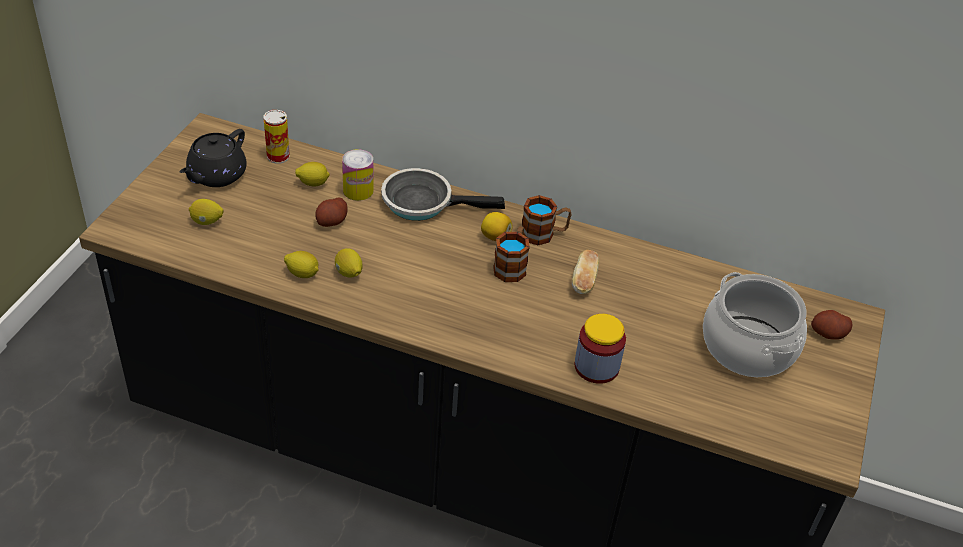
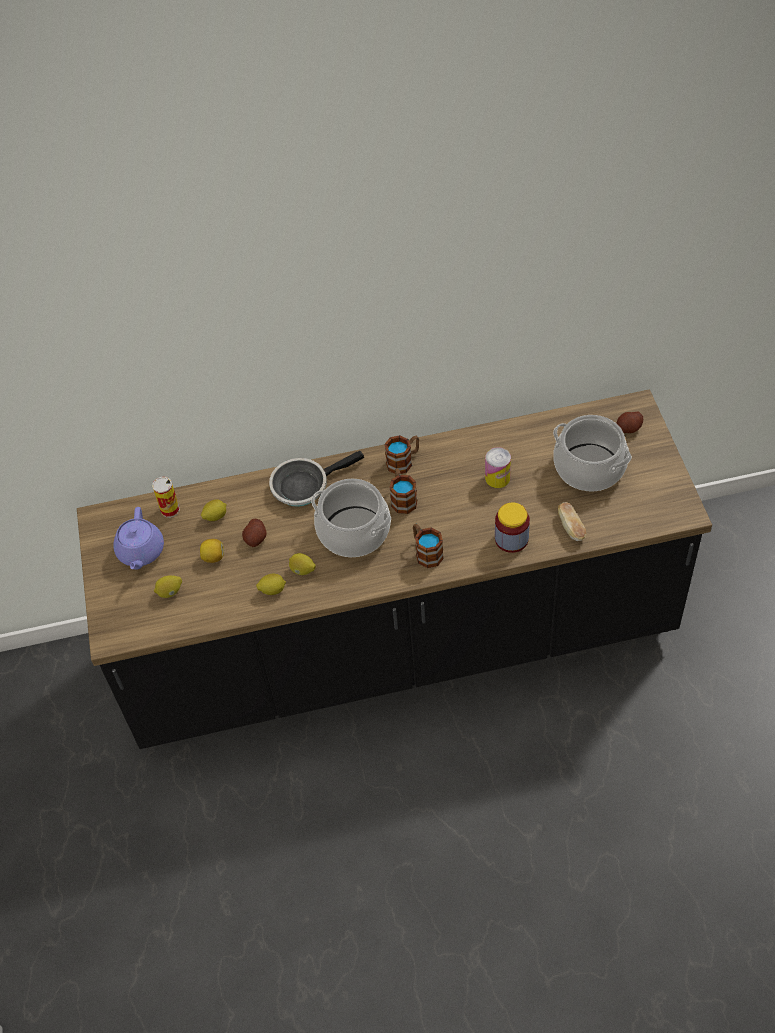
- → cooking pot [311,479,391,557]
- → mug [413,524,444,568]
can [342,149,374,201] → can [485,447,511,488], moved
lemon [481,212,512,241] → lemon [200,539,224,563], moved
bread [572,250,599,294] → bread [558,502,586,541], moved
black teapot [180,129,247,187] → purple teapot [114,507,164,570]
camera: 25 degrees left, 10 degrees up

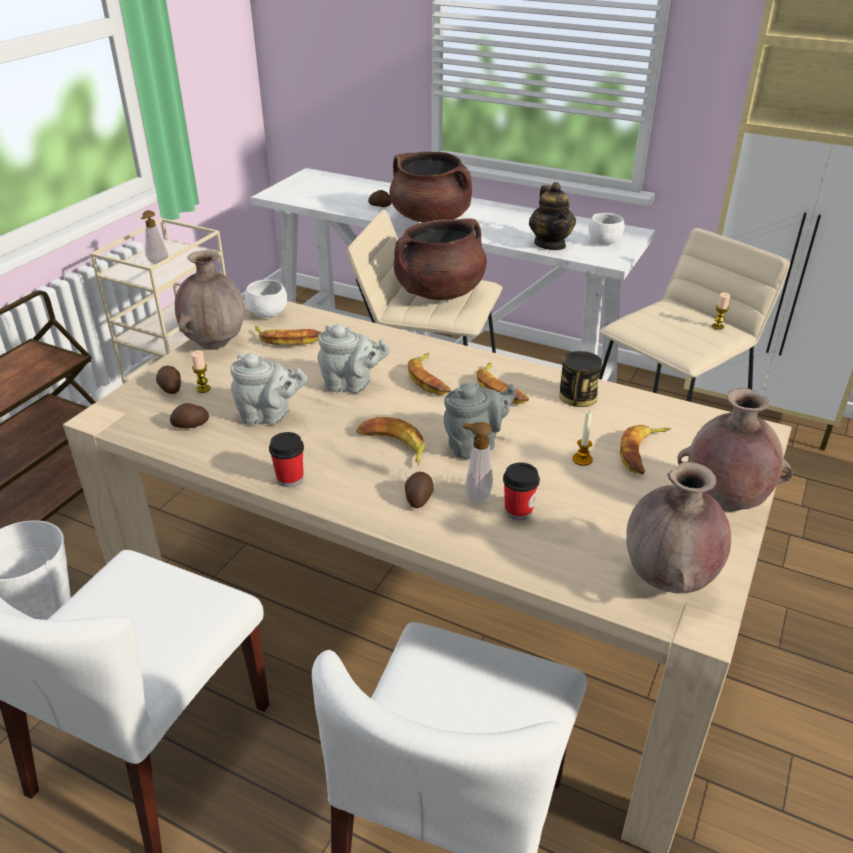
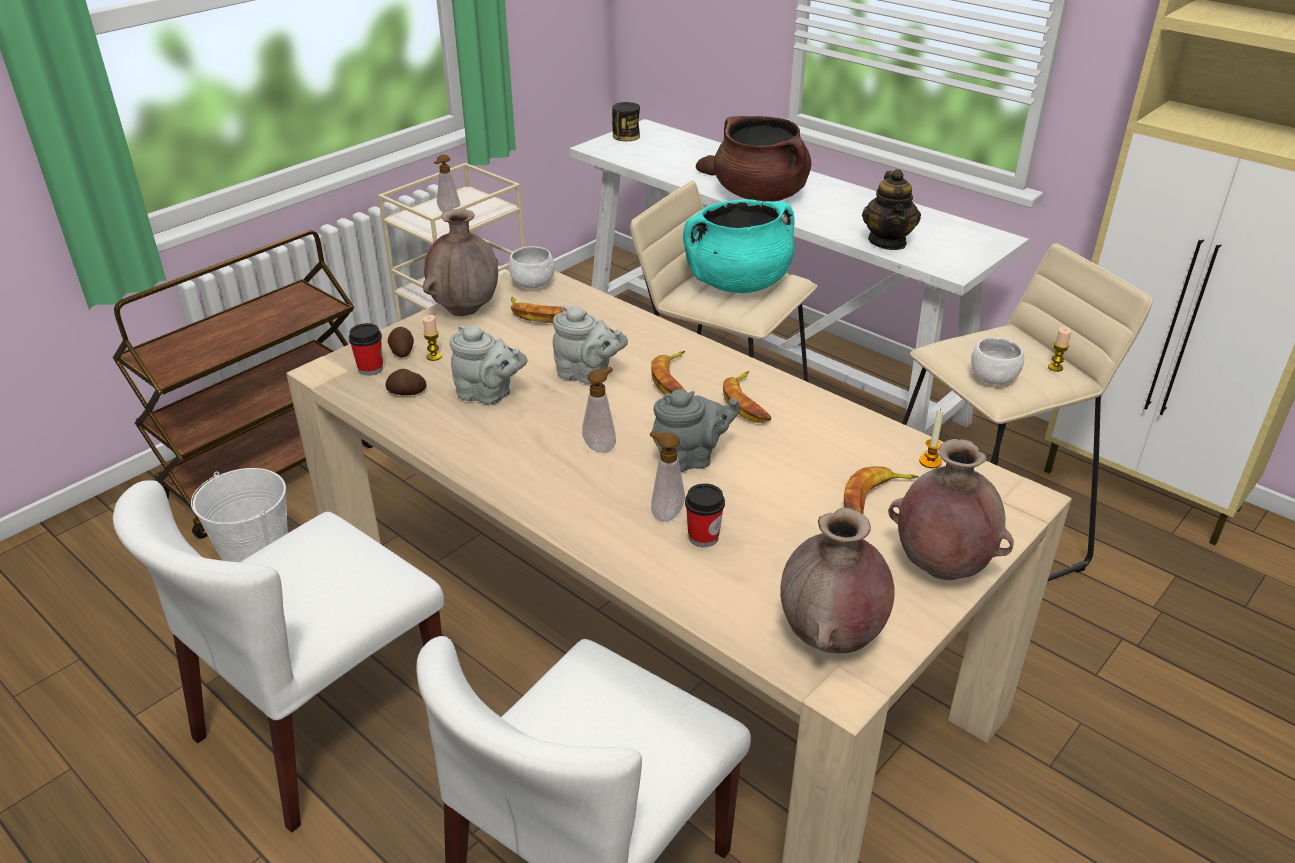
potato [405,472,434,508] → -
cup [269,432,304,487] → cup [349,323,383,376], moved
can [559,351,602,407] → can [612,102,640,141], moved
candle [572,411,593,466] → candle [919,408,943,469], moved
white bowl [588,213,624,245] → white bowl [971,337,1024,385], moved
banana [356,417,425,465] → soap dispenser [582,367,616,453]
brown cooking pot [394,218,487,300] → turquoise cooking pot [683,199,795,293]
camera: 15 degrees right, 0 degrees up

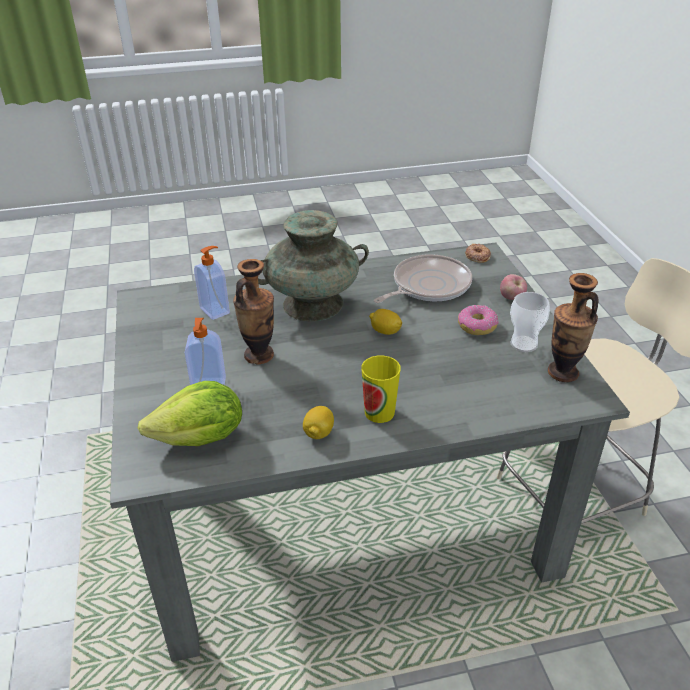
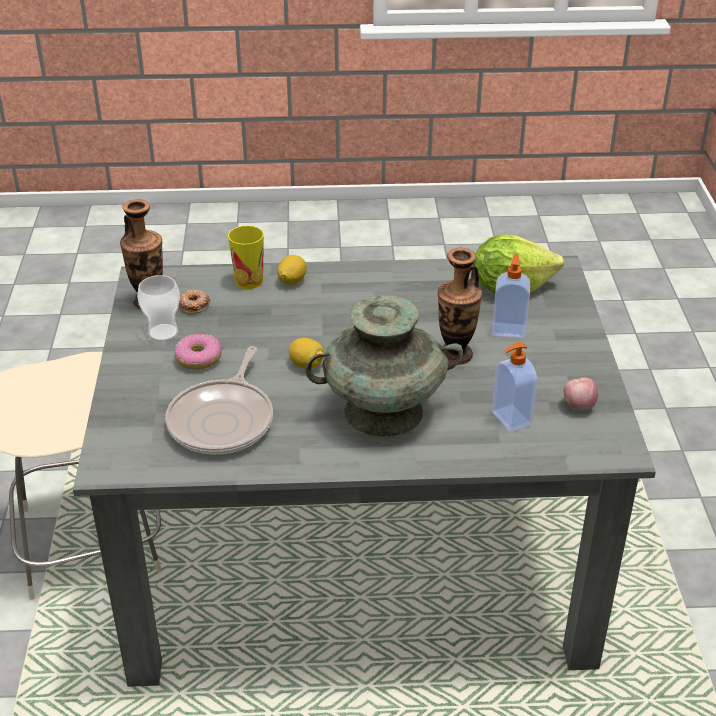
lemon [303,406,334,439] → lemon [277,255,307,285], moved
cup [361,356,401,423] → cup [228,226,264,289], moved
donut [465,244,491,263] → donut [179,289,210,314], moved
apple [500,274,527,300] → apple [564,377,598,410], moved
frying pan [374,254,472,303] → frying pan [165,346,273,454], 45 degrees counterclockwise
camera: 170 degrees left, 0 degrees up

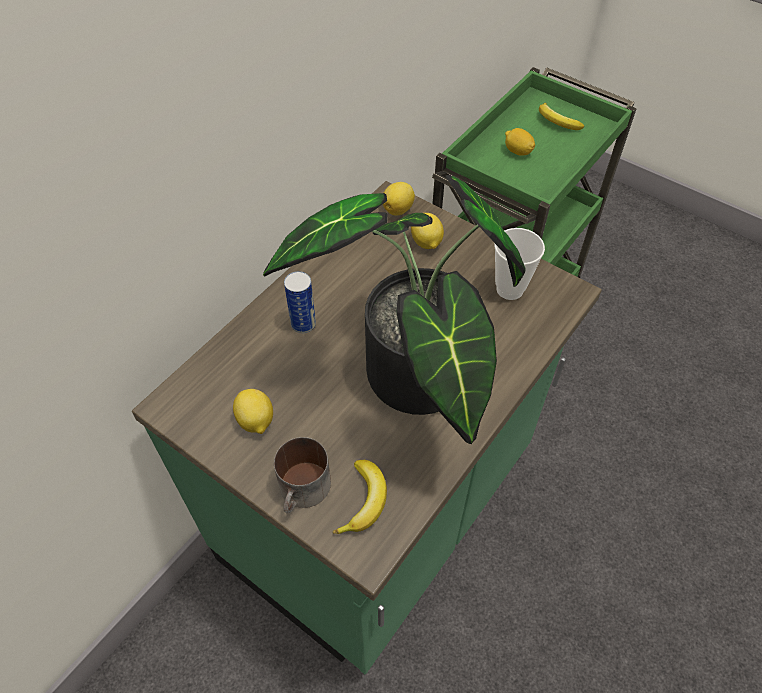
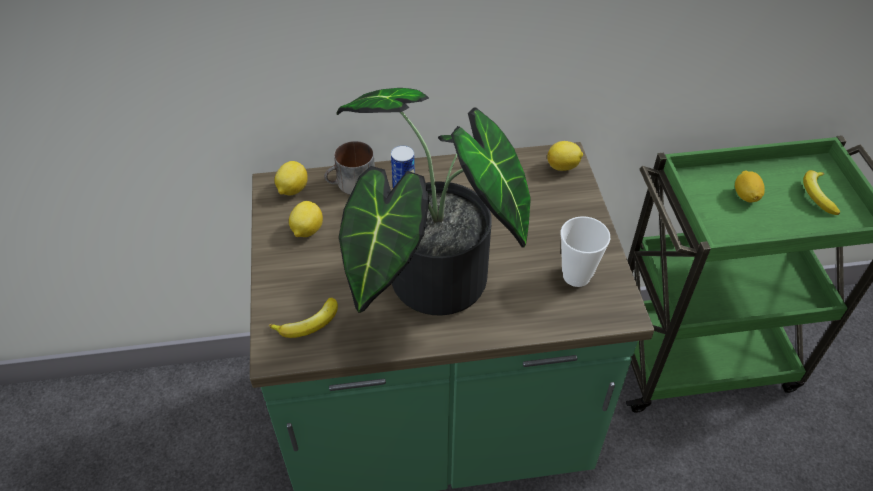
mug [274,437,331,513] → mug [324,141,375,195], moved
lemon [411,213,444,249] → lemon [274,161,308,195], moved
camera: 45 degrees right, 5 degrees down

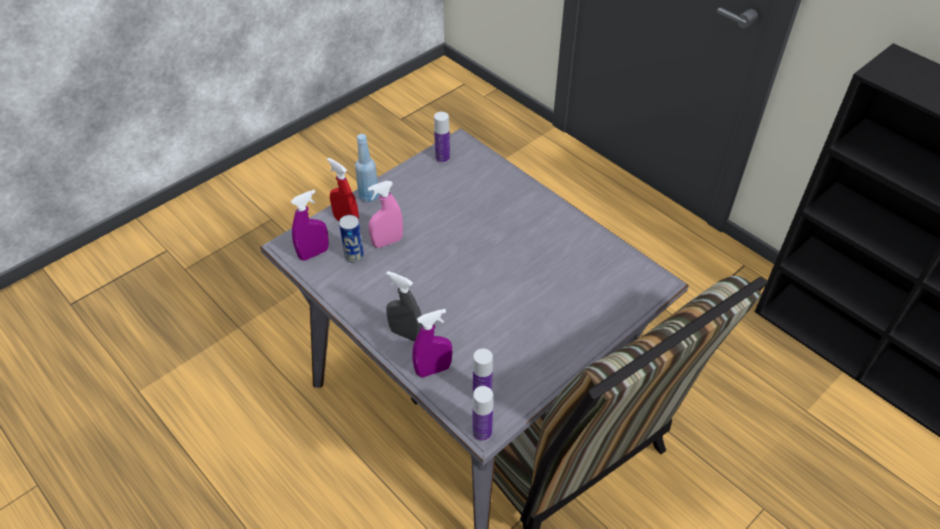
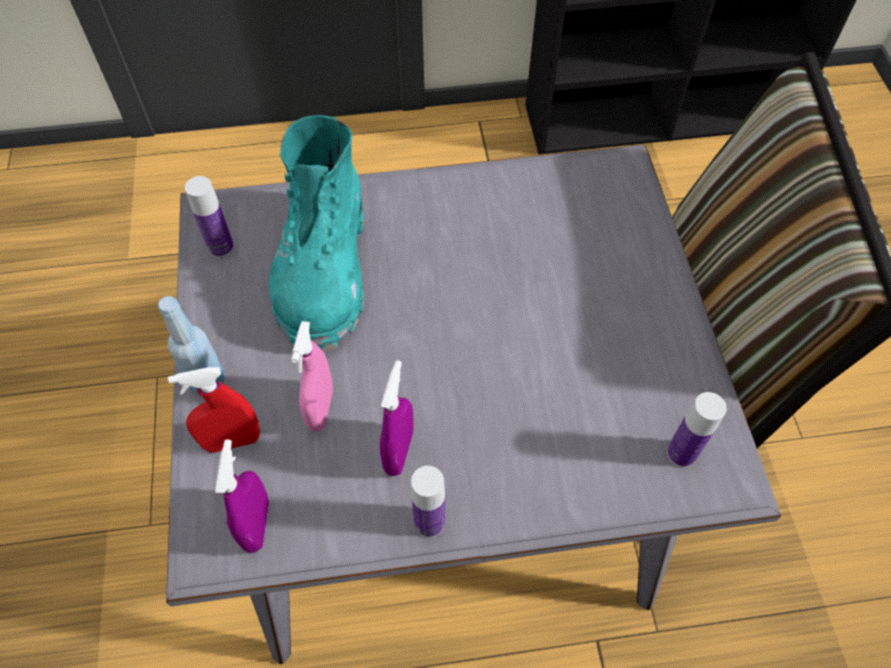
can [339,215,364,263] → -
grey spray bottle [386,271,423,342] → -
- → turquoise boot [269,115,364,351]
purple spray bottle [412,309,452,377] → purple spray bottle [380,360,414,476], moved
bottle [472,386,493,442] → bottle [411,466,445,537], moved
camera: 55 degrees left, 10 degrees up

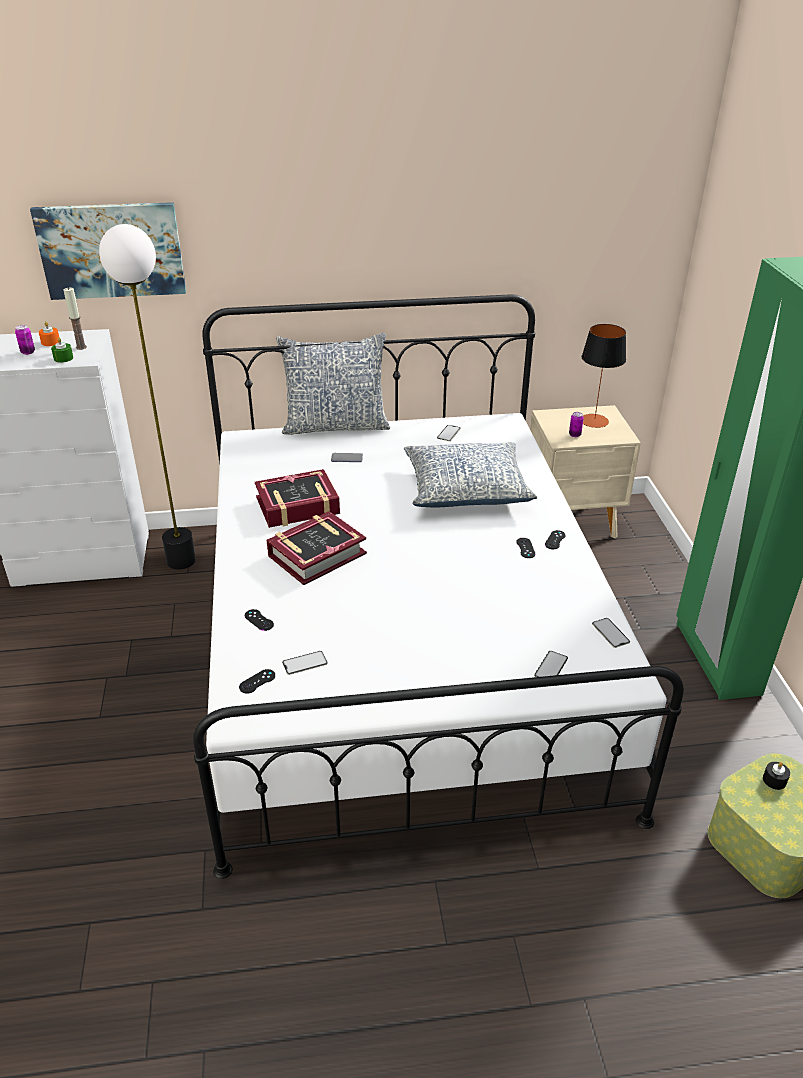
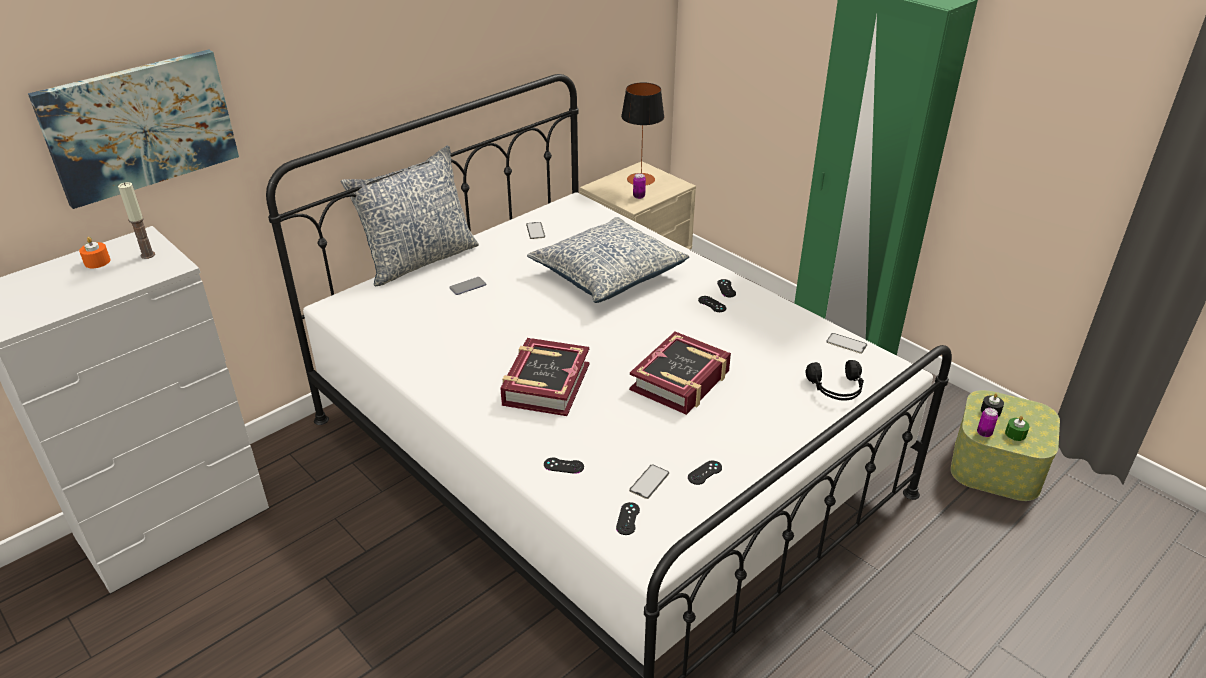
floor lamp [99,224,196,570] → -
- → black game controller [688,460,722,485]
can [15,325,35,355] → can [977,408,998,437], moved
green candle [51,337,73,363] → green candle [1005,416,1030,441], moved
book [255,469,340,528] → book [629,332,731,415], moved
phone [534,651,568,677] → black headphones [806,360,864,401]
camera: 35 degrees left, 0 degrees up

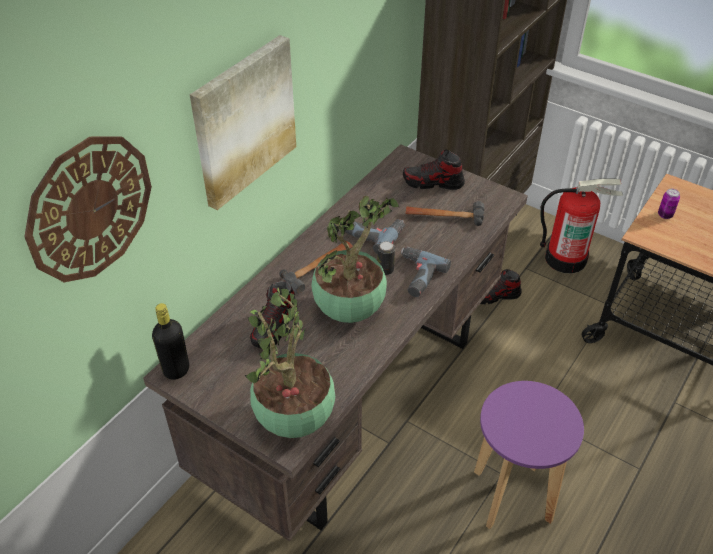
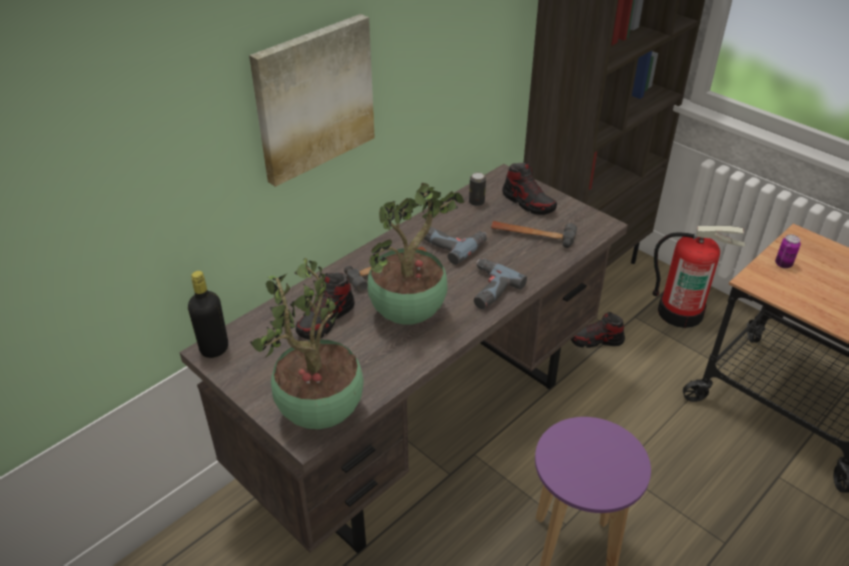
wall clock [24,136,152,282] → -
can [378,241,395,275] → can [469,172,486,206], moved
shoe [403,149,465,190] → shoe [502,162,557,215], 150 degrees counterclockwise
camera: 10 degrees right, 5 degrees down

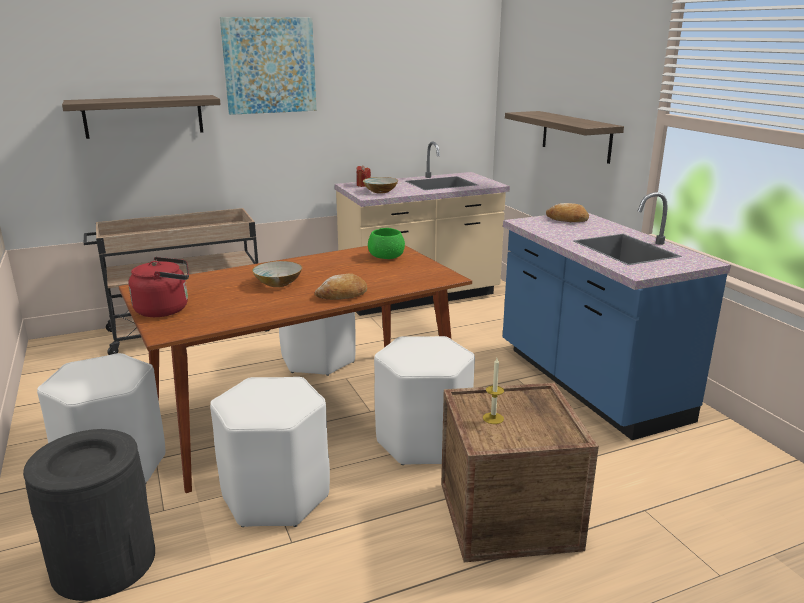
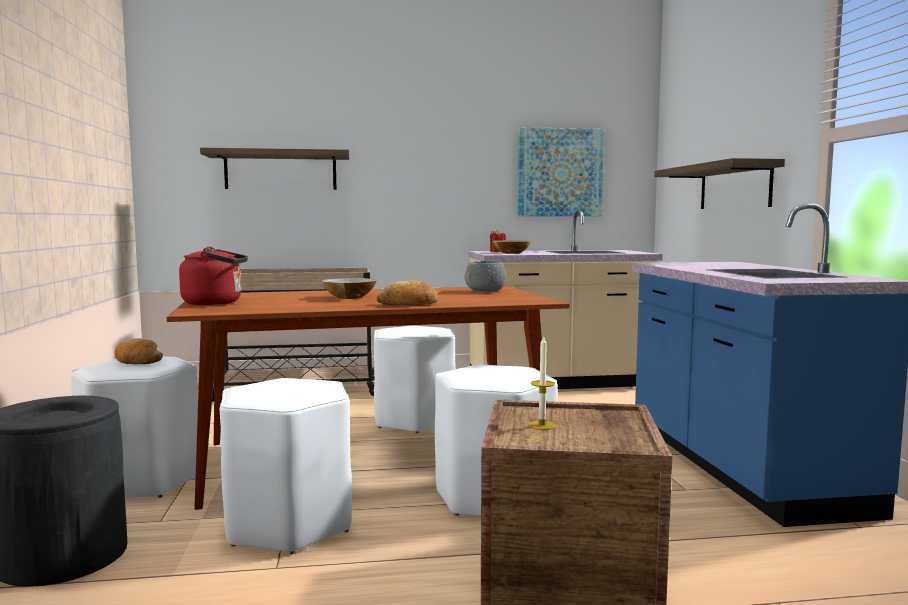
picture [220,17,317,115] → picture [518,127,604,216], moved
bread [546,203,589,222] → bread [114,338,163,364], moved
green bowl [368,228,405,259] → grey bowl [465,260,507,292]
camera: 15 degrees right, 15 degrees down

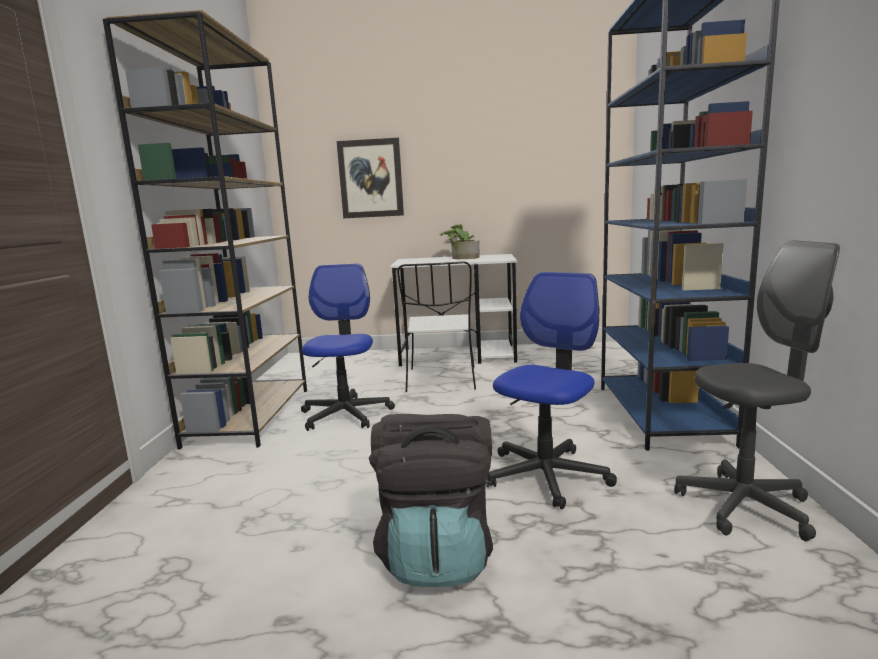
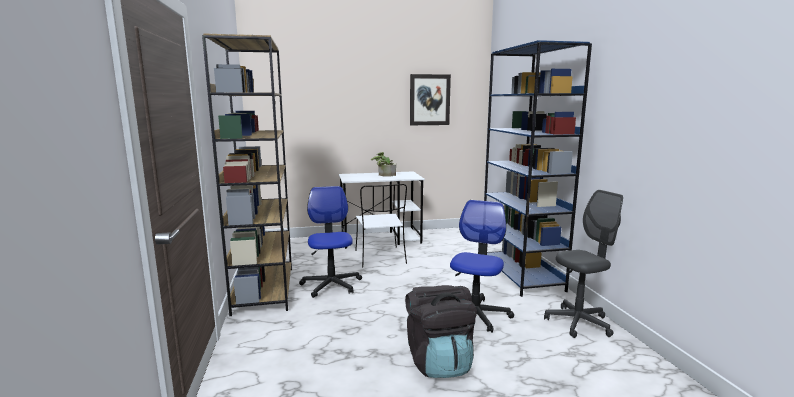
picture [337,138,404,218] → picture [410,74,451,125], moved
camera: 15 degrees left, 0 degrees up

